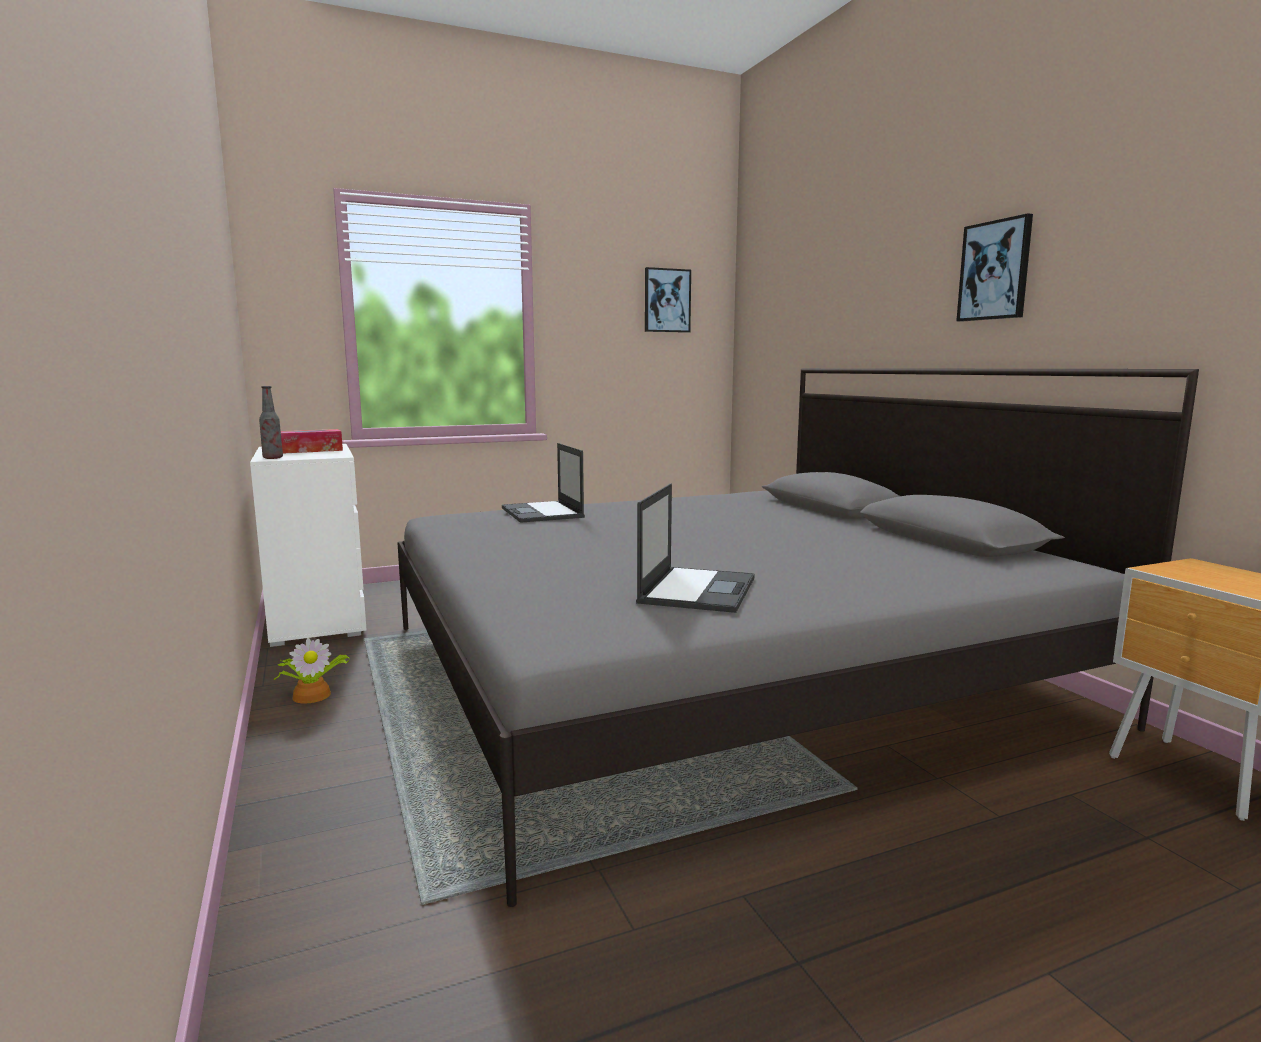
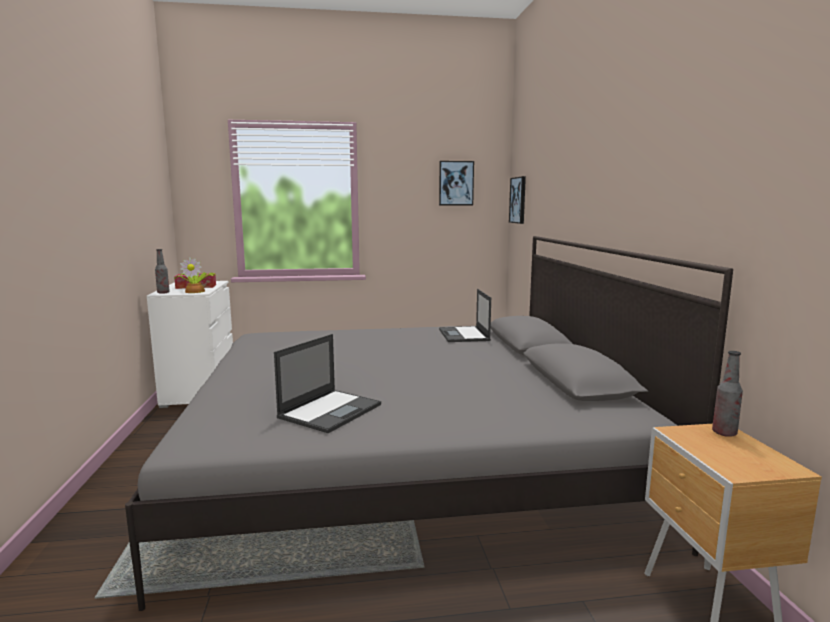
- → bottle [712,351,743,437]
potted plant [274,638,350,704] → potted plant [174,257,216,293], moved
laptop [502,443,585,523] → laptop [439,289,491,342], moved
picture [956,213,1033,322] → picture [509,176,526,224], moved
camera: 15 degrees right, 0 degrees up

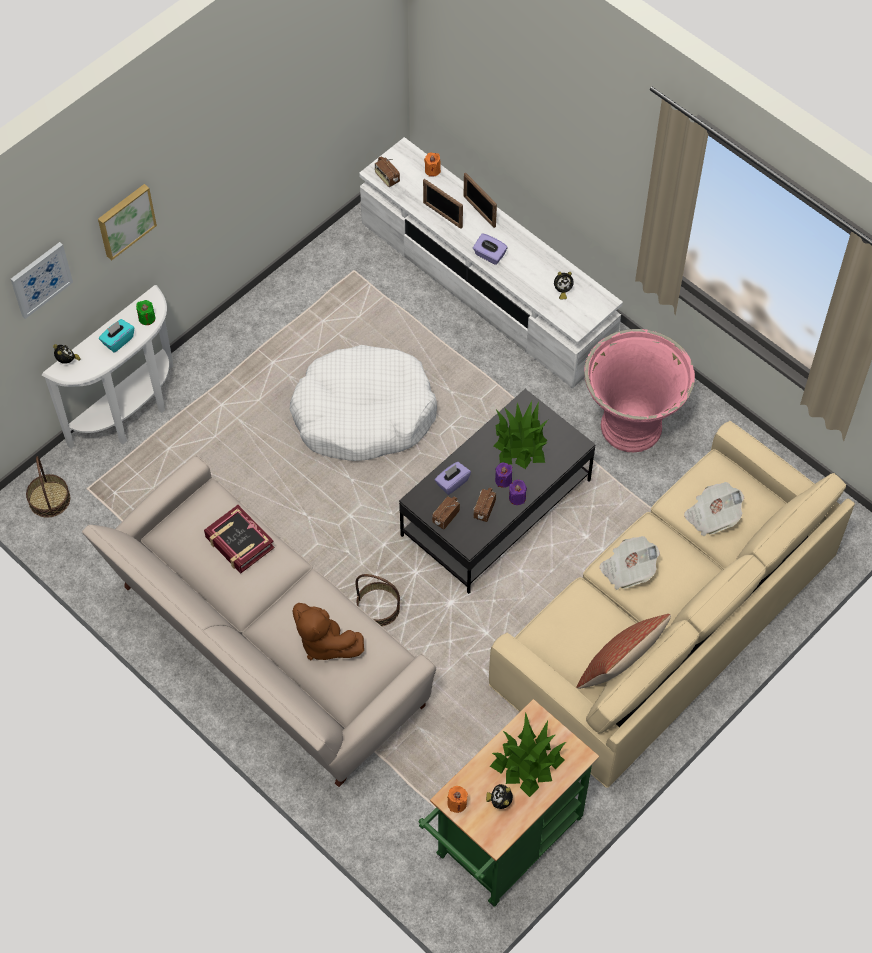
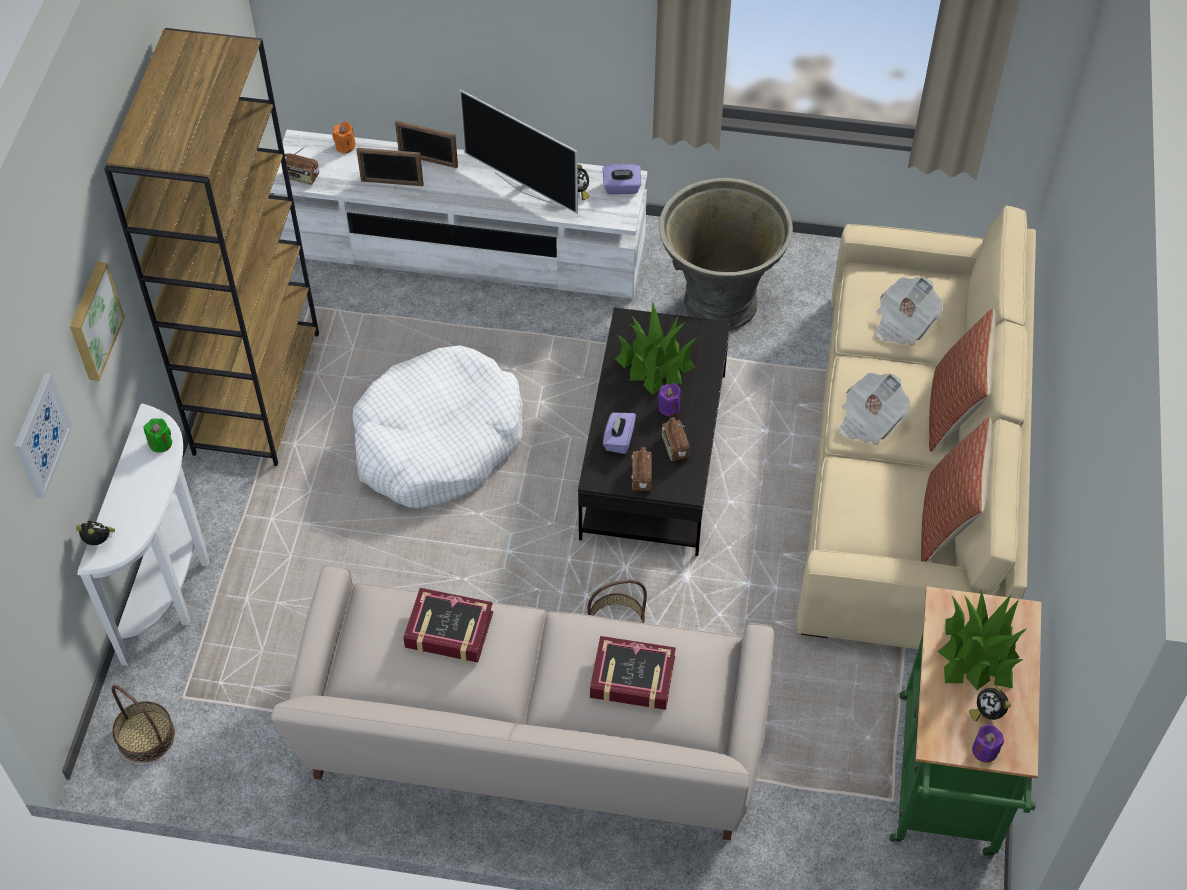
turquoise tissue box [99,319,134,353] → -
orange candle [447,786,468,813] → -
- → brown bookcase [104,28,319,466]
- → television [459,89,578,214]
- → pillow [929,309,996,452]
purple tissue box [473,233,508,265] → purple tissue box [603,164,641,194], moved
purple candle [509,479,527,505] → purple candle [972,724,1004,763], moved
brown plush toy [293,603,364,661] → book [590,636,676,710]
pink planter [584,329,695,452] → grey planter [659,178,793,331]
camera: 35 degrees left, 5 degrees down

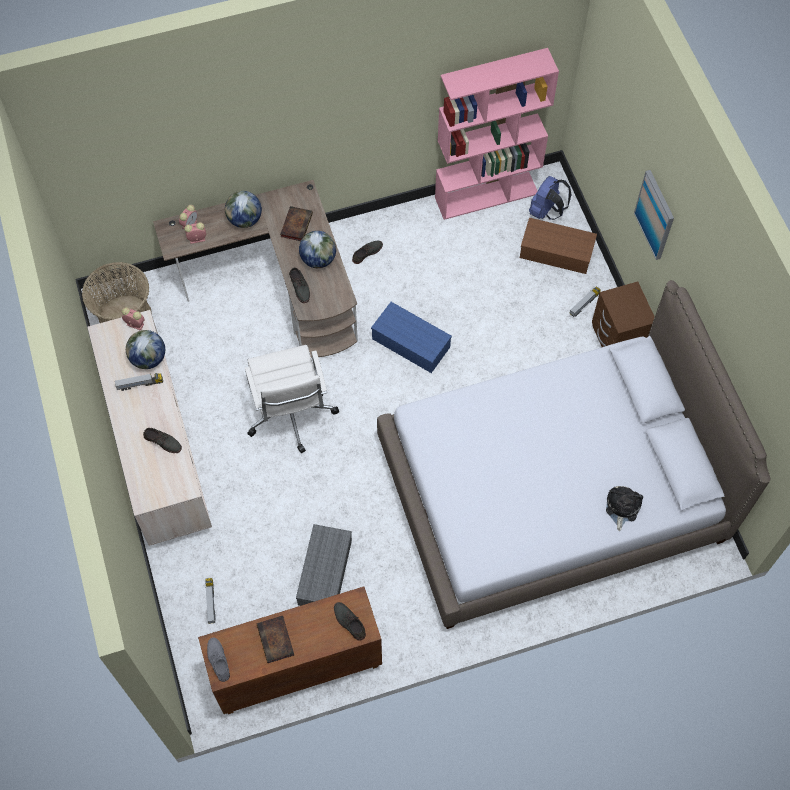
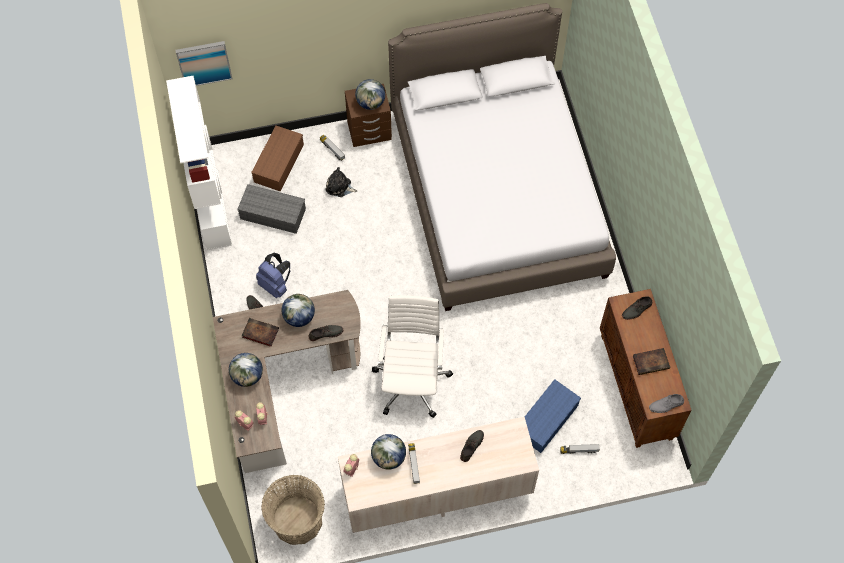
- → globe [355,79,385,110]
grey storage box [296,524,352,606] → grey storage box [237,184,306,234], moved
blue storage box [371,302,452,373] → blue storage box [525,379,581,453], moved
blue backpack [529,176,572,220] → blue backpack [256,253,290,298], moved
plush toy [606,486,643,531] → plush toy [325,167,357,197], moved
picture [634,170,674,260] → picture [175,41,232,86], moved
pink bookcase [435,48,559,220] → white bookcase [166,76,232,250]
white office chair [245,345,339,453] → white office chair [372,295,453,417], 75 degrees counterclockwise
camera: 85 degrees left, 0 degrees up

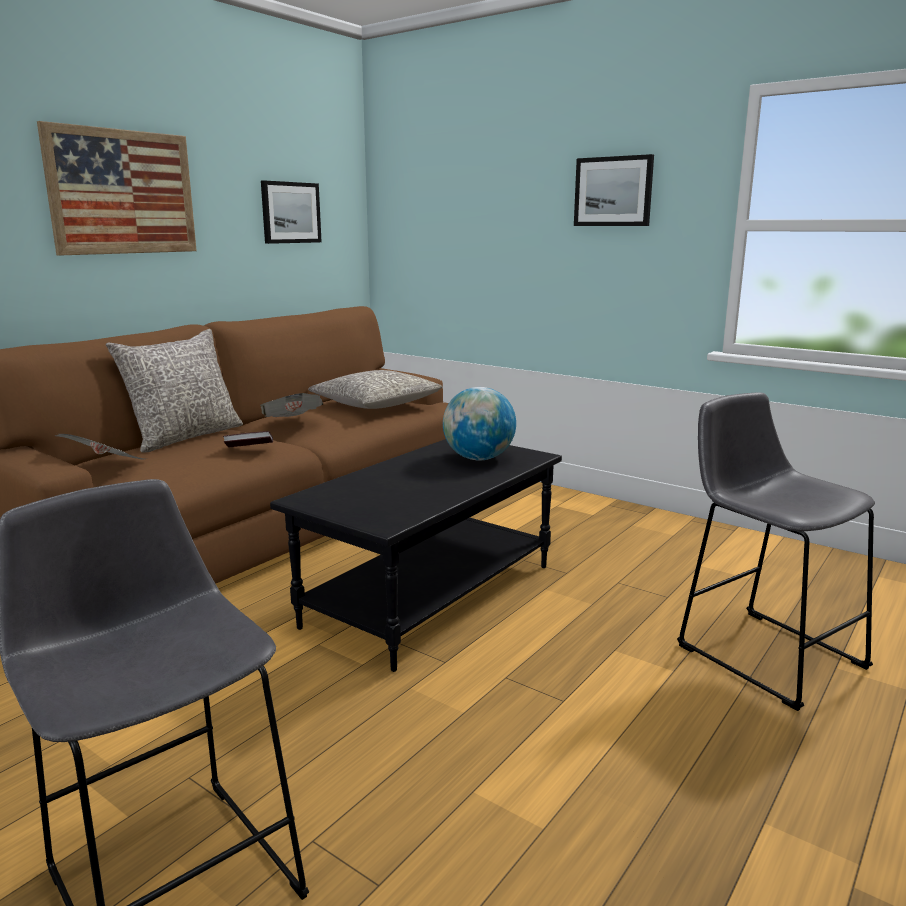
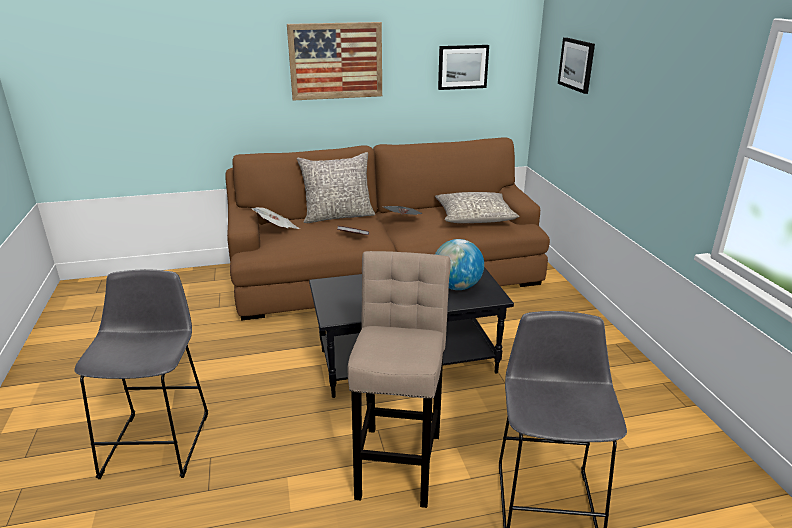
- → beige stool [348,251,451,508]
picture [574,154,654,226] → picture [558,37,595,94], moved
camera: 40 degrees right, 10 degrees up

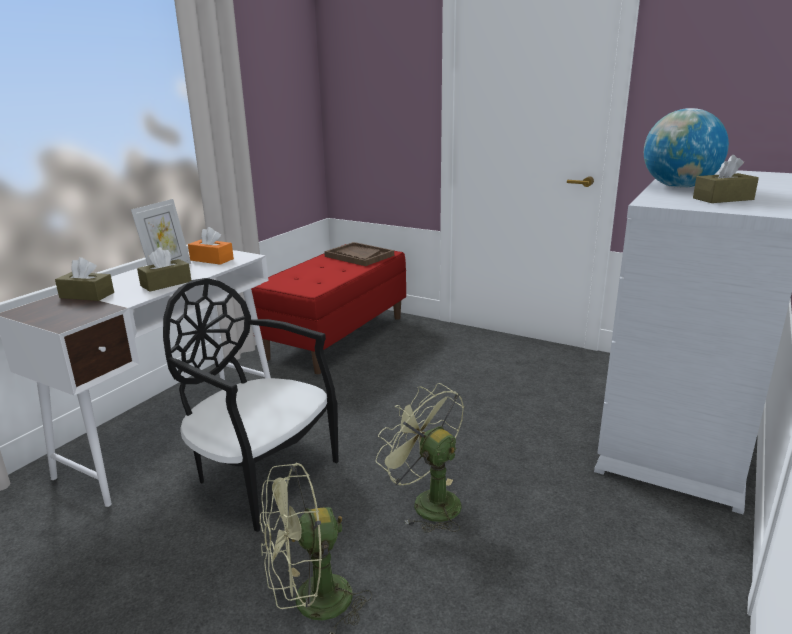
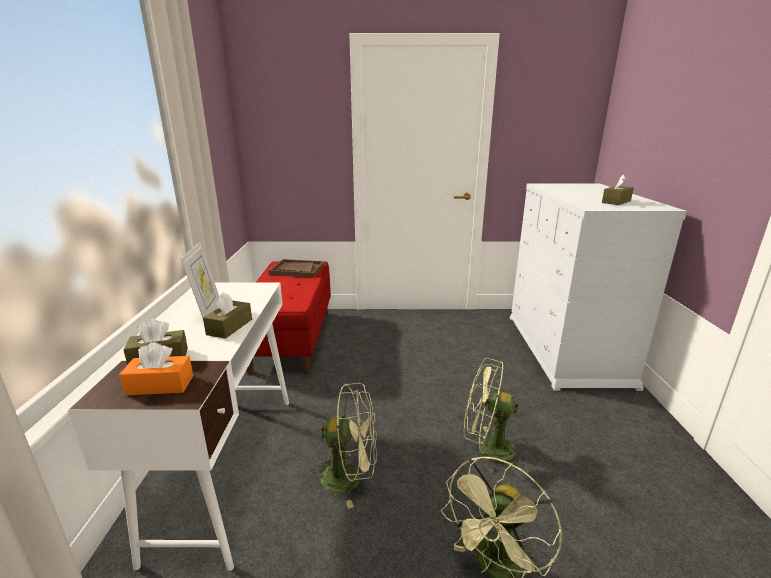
globe [644,108,729,188] → -
orange tissue box [188,227,234,265] → orange tissue box [119,342,193,395], moved
black chair [163,278,338,532] → green fan [311,383,377,509]
camera: 30 degrees left, 0 degrees up

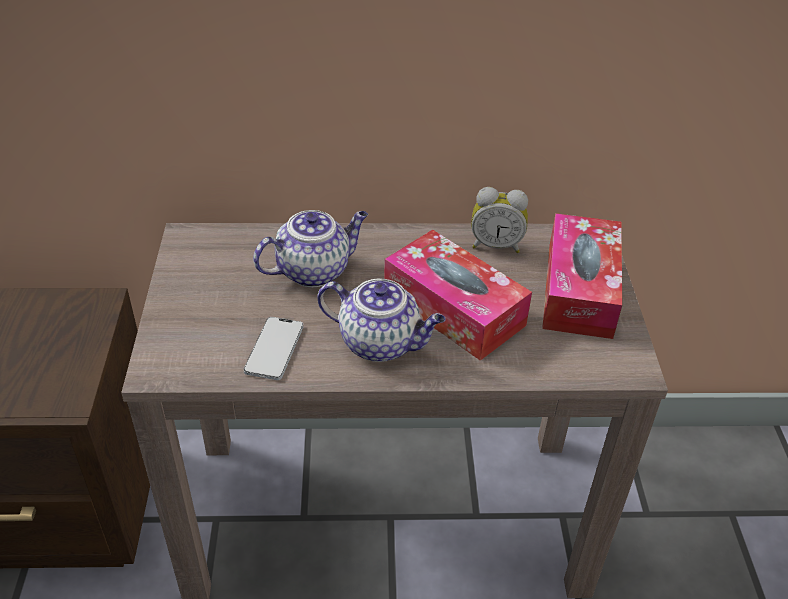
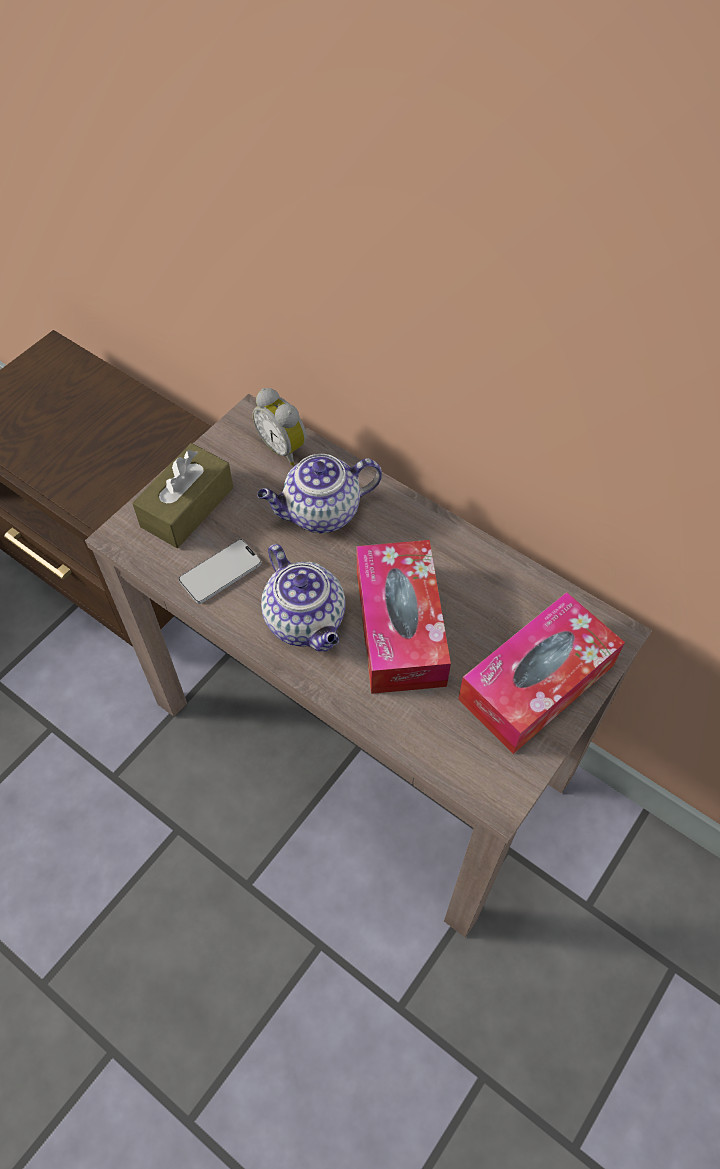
- → brown tissue box [132,443,233,548]
alarm clock [471,187,528,253] → alarm clock [252,388,306,465], moved
teapot [253,210,368,287] → teapot [257,454,382,533], 150 degrees clockwise
camera: 40 degrees right, 15 degrees up

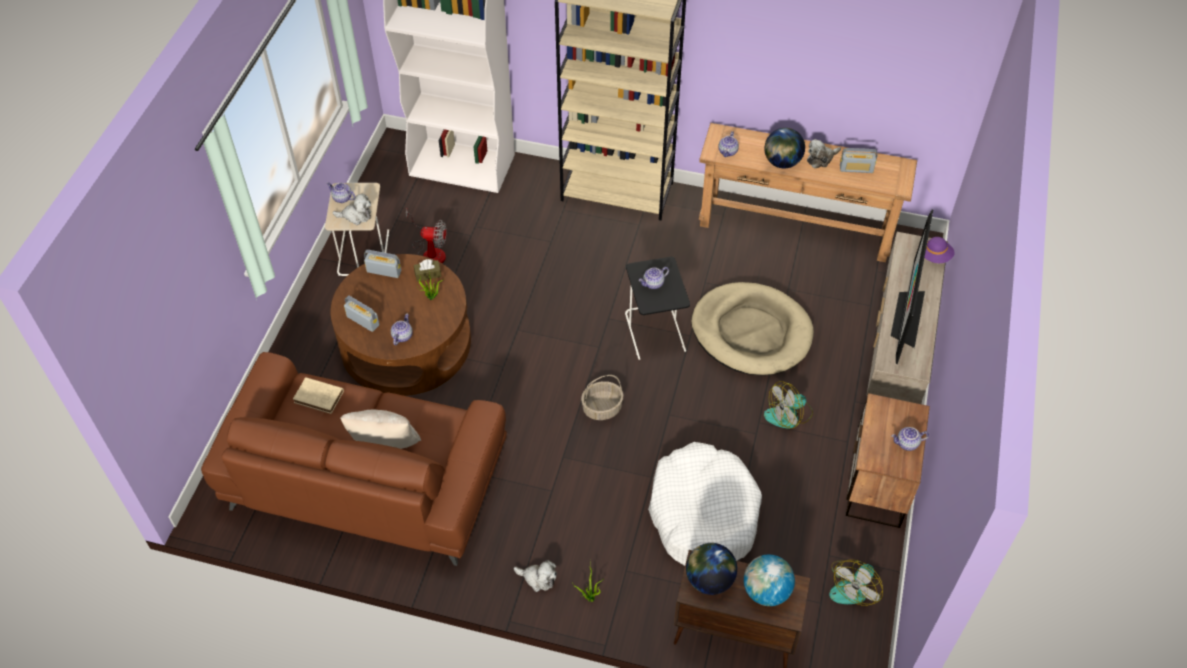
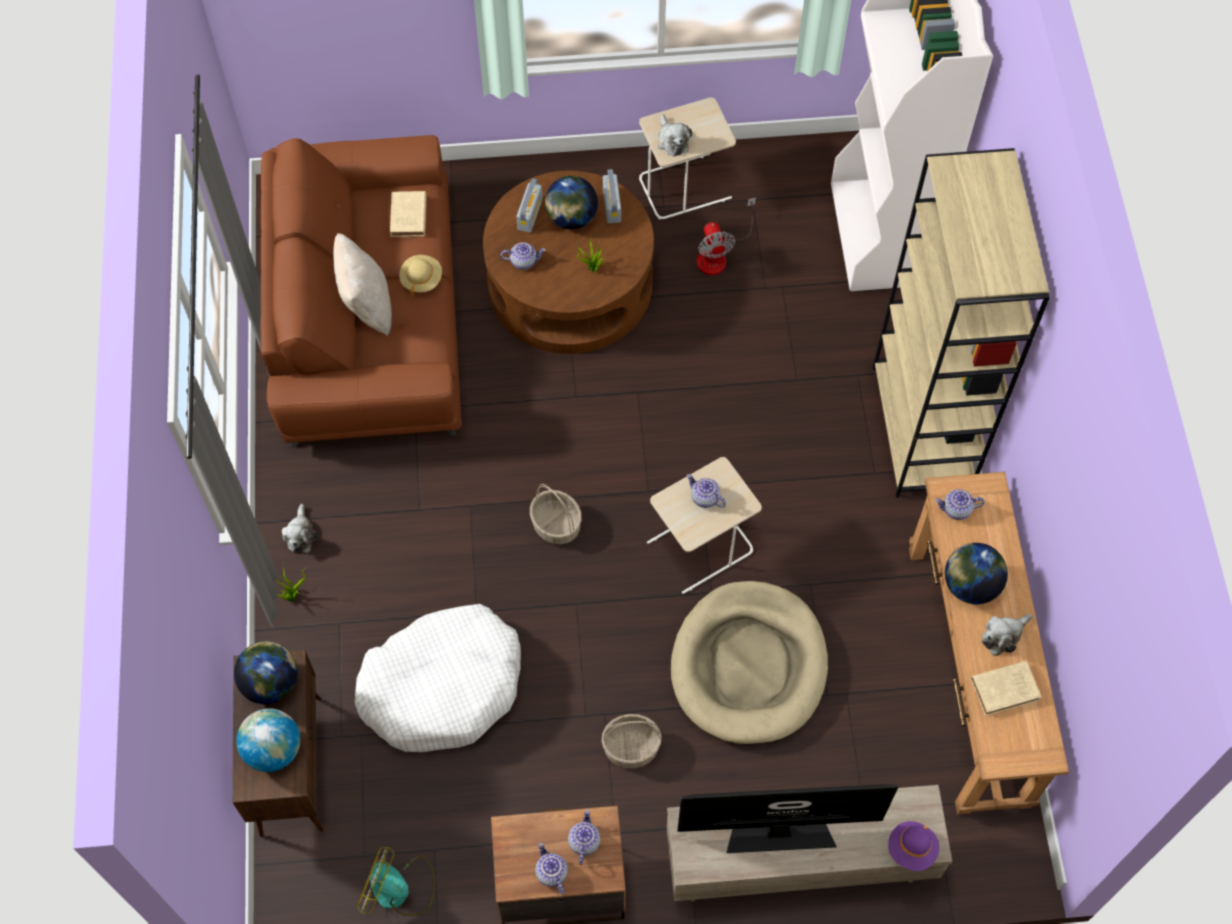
brown tissue box [414,259,441,281] → -
- → beige hat [399,255,442,296]
- → globe [545,176,598,230]
teapot [326,182,356,203] → teapot [568,809,601,865], moved
fan [764,381,813,429] → basket [602,714,662,768]
radio [840,148,878,173] → beige book [971,661,1042,716]
black side table [625,257,690,360] → beige side table [647,457,762,594]
plush toy [807,139,841,168] → plush toy [982,614,1033,656], 75 degrees counterclockwise
camera: 70 degrees right, 10 degrees up

